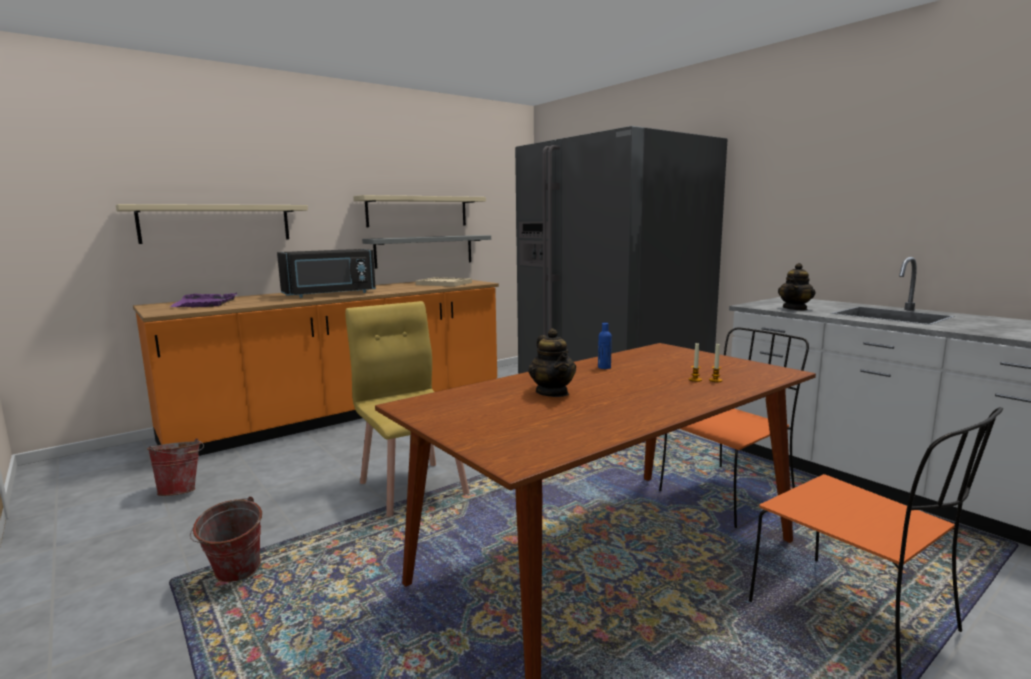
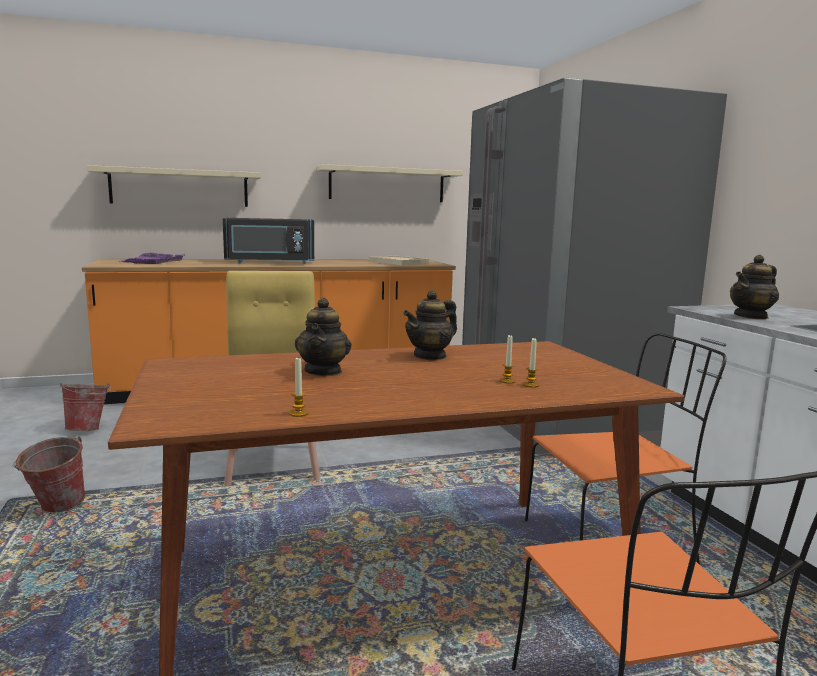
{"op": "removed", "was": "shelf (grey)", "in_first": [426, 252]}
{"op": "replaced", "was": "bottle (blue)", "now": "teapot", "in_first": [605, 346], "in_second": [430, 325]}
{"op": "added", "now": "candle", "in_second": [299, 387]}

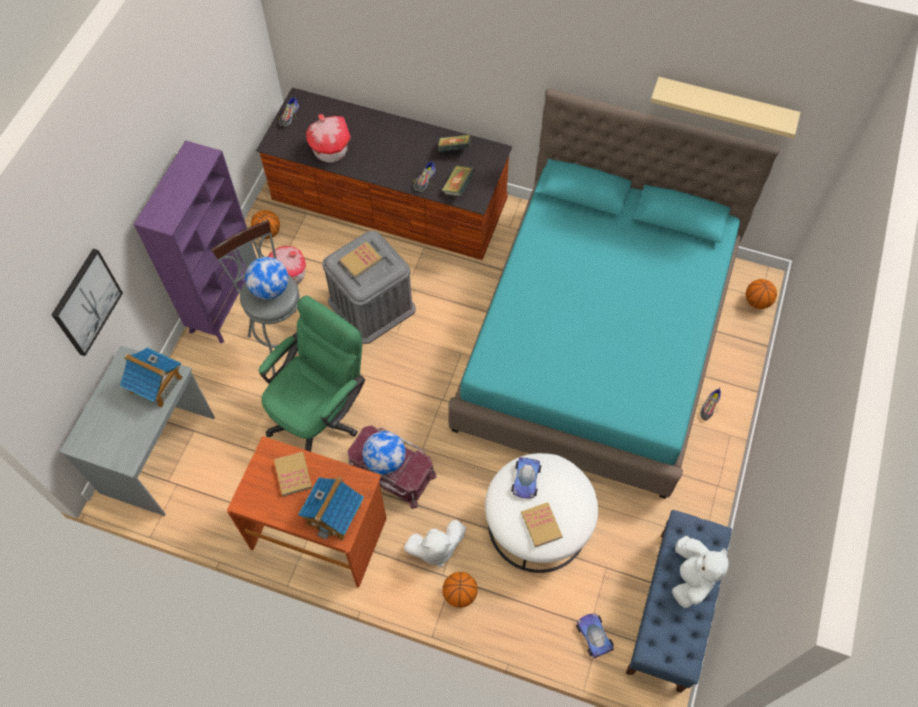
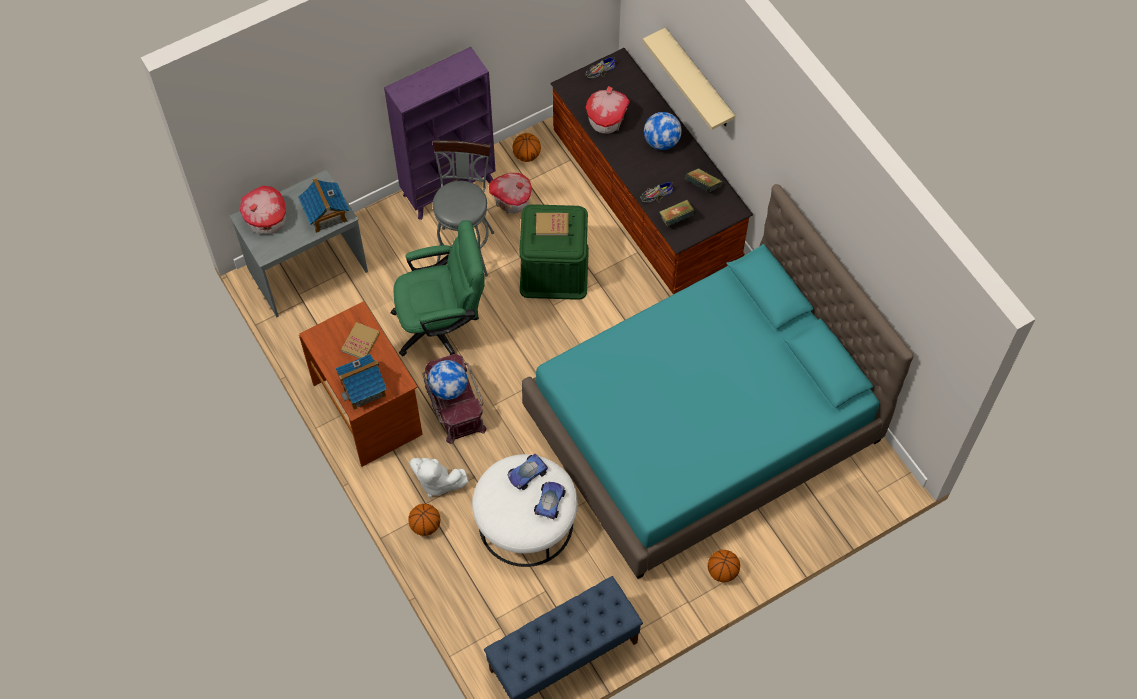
{"op": "moved", "was": "shelf (beige)", "in_first": [725, 107], "in_second": [689, 79]}
{"op": "recoloured", "was": "storage box (grey)", "now": "storage box (green)", "in_first": [369, 287], "in_second": [554, 252]}
{"op": "removed", "was": "picture", "in_first": [87, 302]}
{"op": "moved", "was": "globe", "in_first": [266, 278], "in_second": [663, 131]}
{"op": "moved", "was": "basketball", "in_first": [761, 294], "in_second": [724, 566]}
{"op": "removed", "was": "shoe", "in_first": [709, 404]}
{"op": "removed", "was": "book", "in_first": [542, 524]}
{"op": "removed", "was": "plush toy (white)", "in_first": [700, 572]}
{"op": "moved", "was": "toy car", "in_first": [595, 636], "in_second": [550, 501]}
{"op": "added", "now": "toy house", "in_second": [263, 210]}

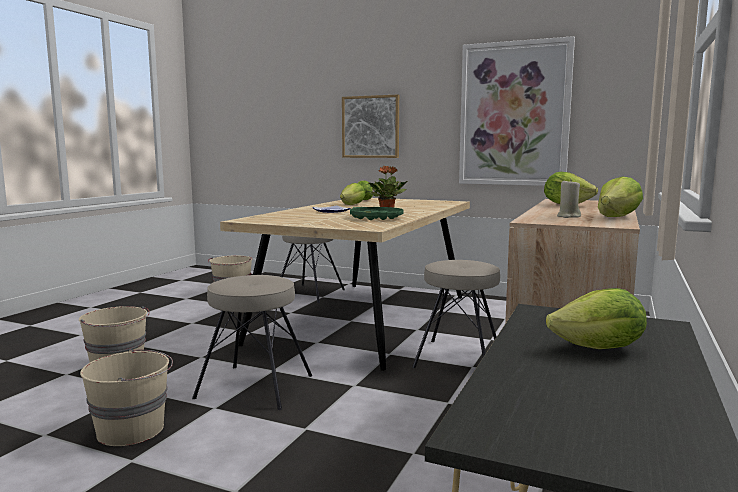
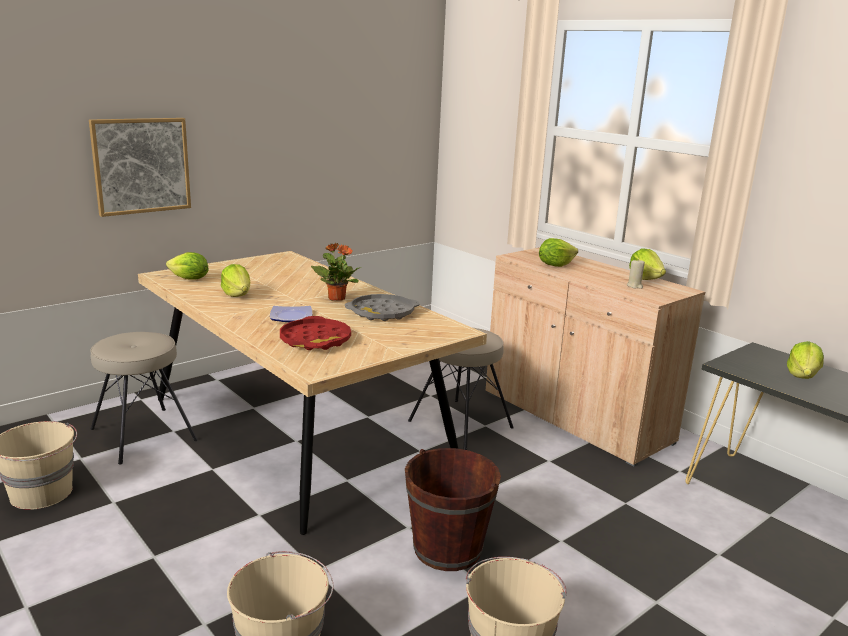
{"op": "removed", "was": "picture", "in_first": [517, 111]}
{"op": "recoloured", "was": "tray (green)", "now": "tray (grey)", "in_first": [377, 213], "in_second": [382, 307]}
{"op": "replaced", "was": "stool (beige)", "now": "bucket (brown)", "in_first": [252, 342], "in_second": [453, 509]}
{"op": "added", "now": "tray (red)", "in_second": [315, 333]}

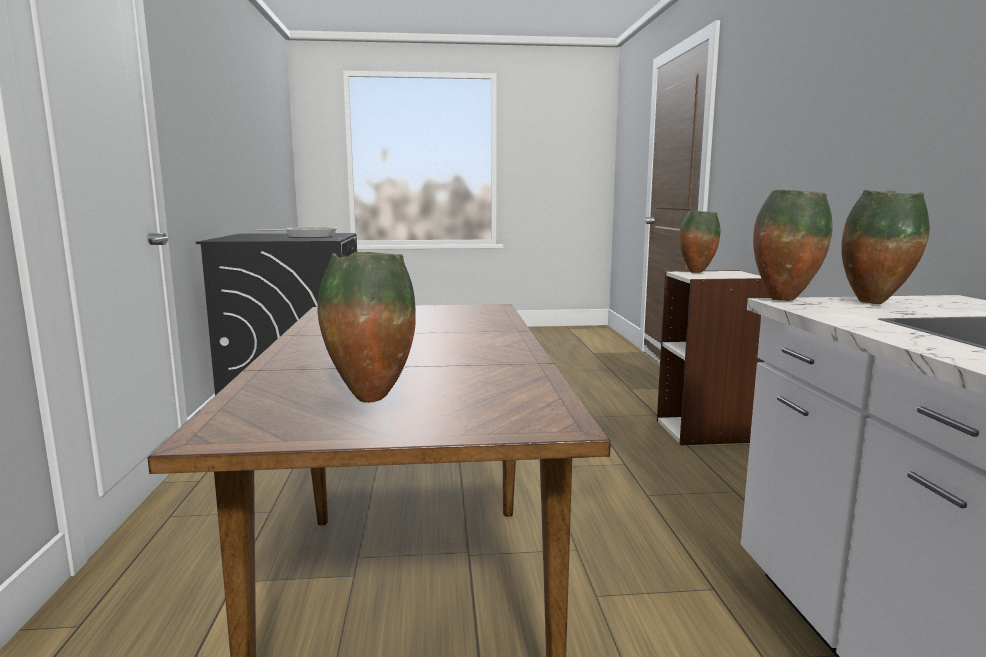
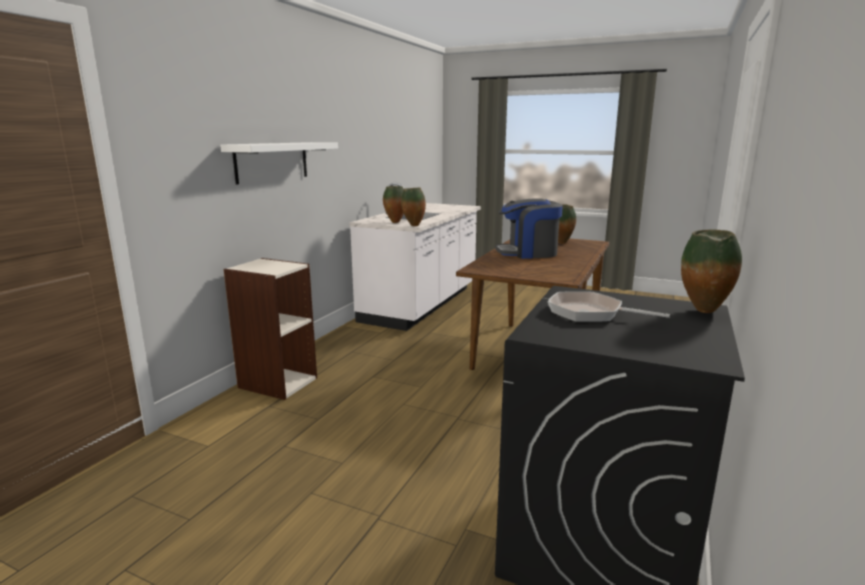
{"op": "moved", "was": "vase", "in_first": [699, 242], "in_second": [711, 271]}
{"op": "added", "now": "shelf (white)", "in_second": [279, 163]}
{"op": "added", "now": "coffee machine", "in_second": [529, 228]}

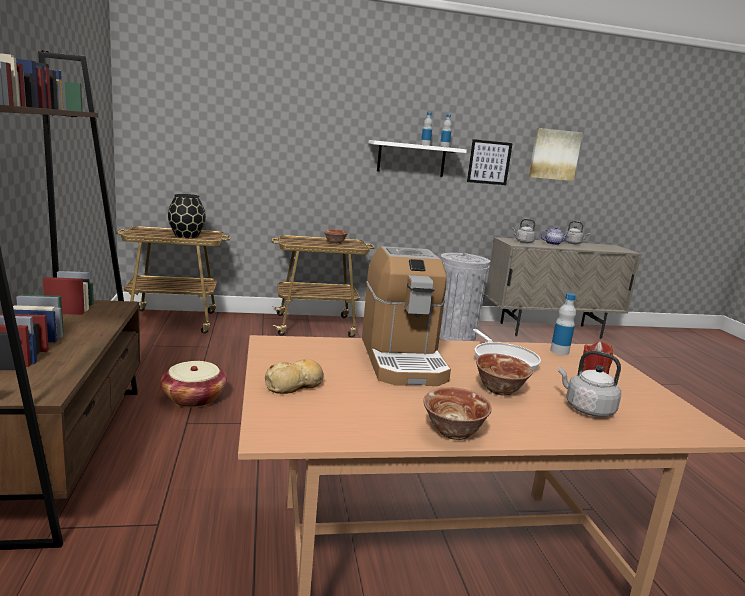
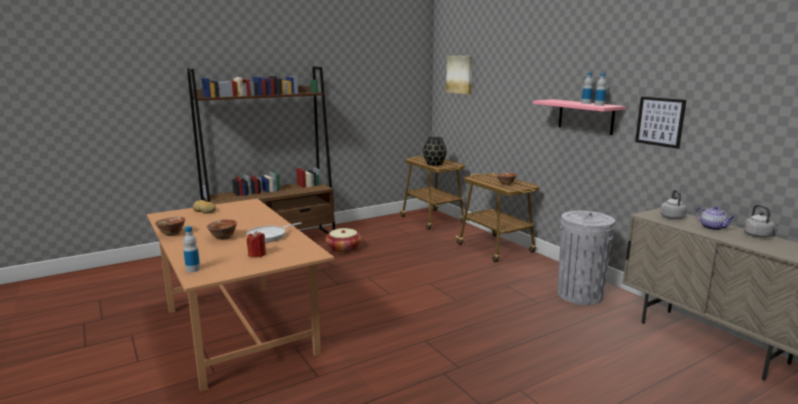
{"op": "moved", "was": "picture", "in_first": [556, 154], "in_second": [459, 74]}
{"op": "recoloured", "was": "shelf (white)", "now": "shelf (pink)", "in_first": [418, 158], "in_second": [579, 117]}
{"op": "removed", "was": "coffee machine", "in_first": [406, 316]}
{"op": "moved", "was": "bottle", "in_first": [563, 324], "in_second": [191, 249]}
{"op": "removed", "was": "kettle (grey)", "in_first": [589, 383]}

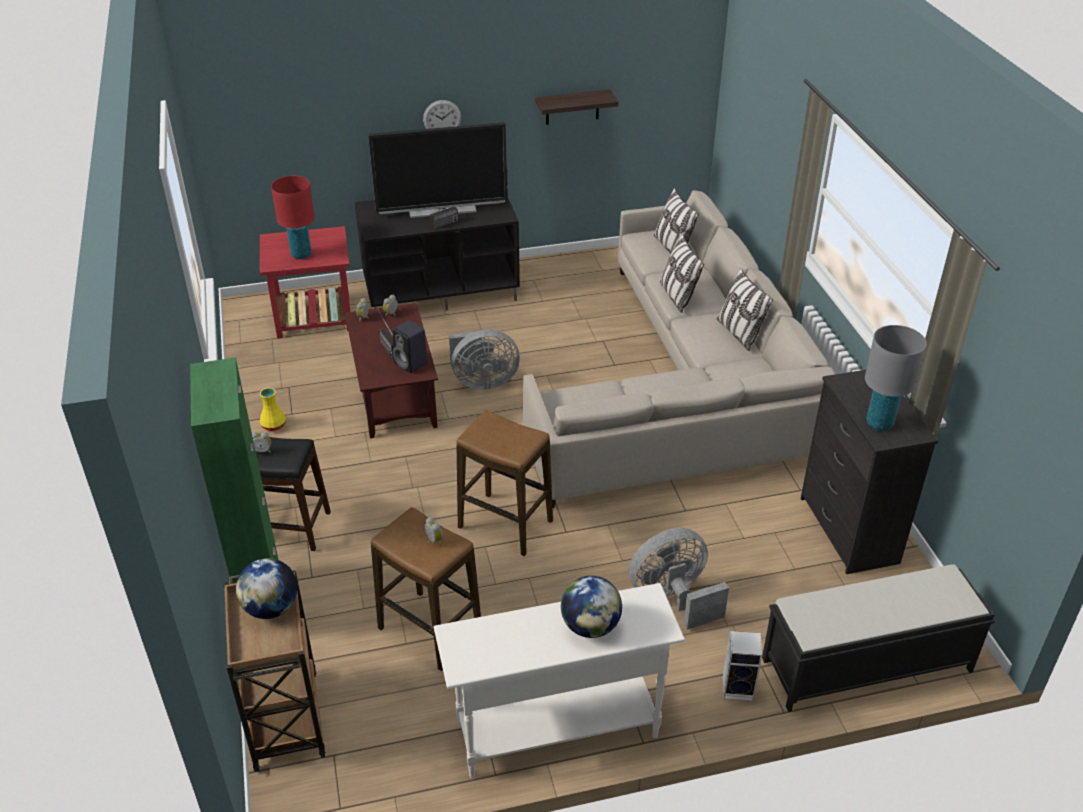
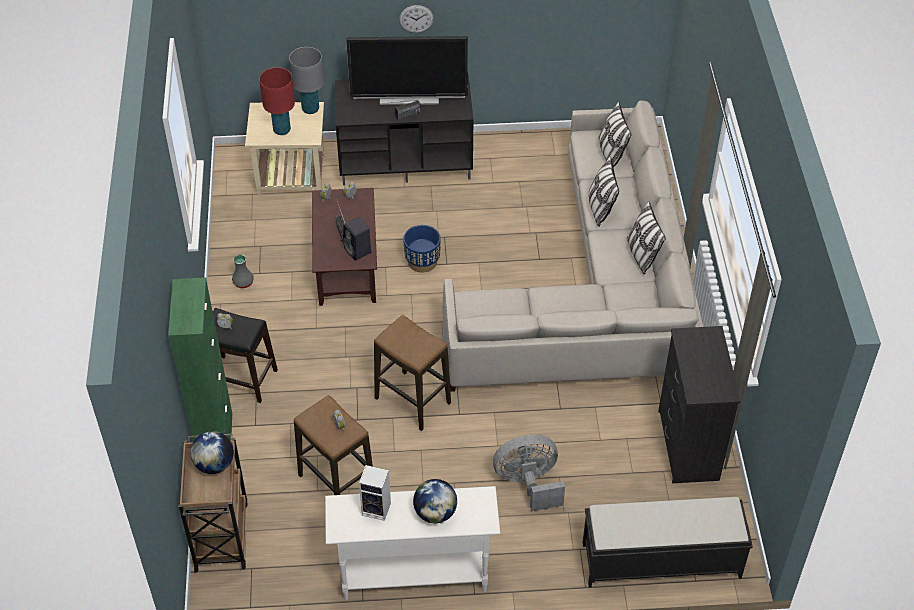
{"op": "removed", "was": "shelf", "in_first": [577, 107]}
{"op": "recoloured", "was": "side table (red)", "now": "side table (beige)", "in_first": [305, 282], "in_second": [284, 148]}
{"op": "moved", "was": "table lamp (grey)", "in_first": [896, 378], "in_second": [306, 80]}
{"op": "replaced", "was": "fan (grey)", "now": "planter (blue)", "in_first": [484, 360], "in_second": [422, 249]}
{"op": "recoloured", "was": "vase (yellow)", "now": "vase (grey)", "in_first": [273, 409], "in_second": [243, 271]}
{"op": "moved", "was": "speaker", "in_first": [742, 666], "in_second": [375, 493]}

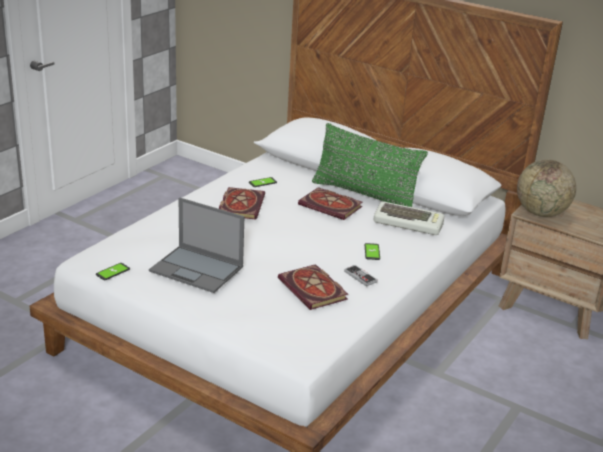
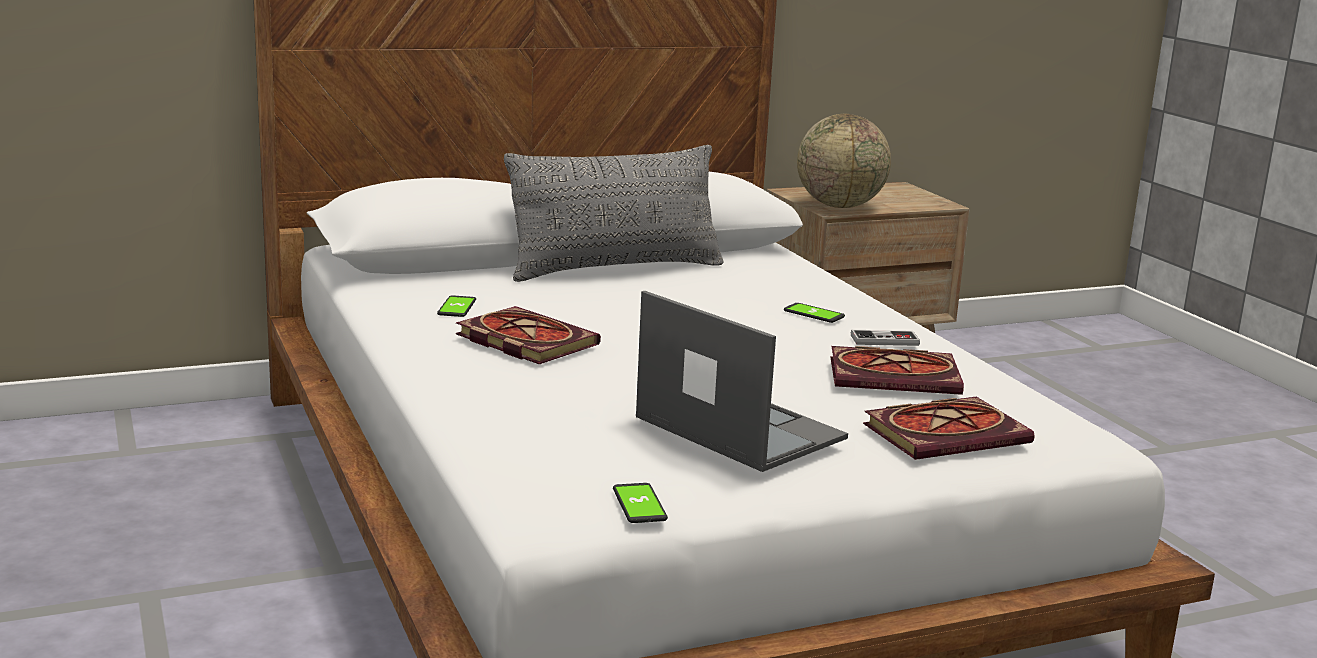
{"op": "recoloured", "was": "pillow (green)", "now": "pillow (grey)", "in_first": [370, 165], "in_second": [614, 213]}
{"op": "moved", "was": "book", "in_first": [330, 203], "in_second": [949, 428]}
{"op": "turned", "was": "laptop", "in_first": [196, 245], "in_second": [742, 381], "clockwise": -105}
{"op": "removed", "was": "keyboard", "in_first": [409, 218]}

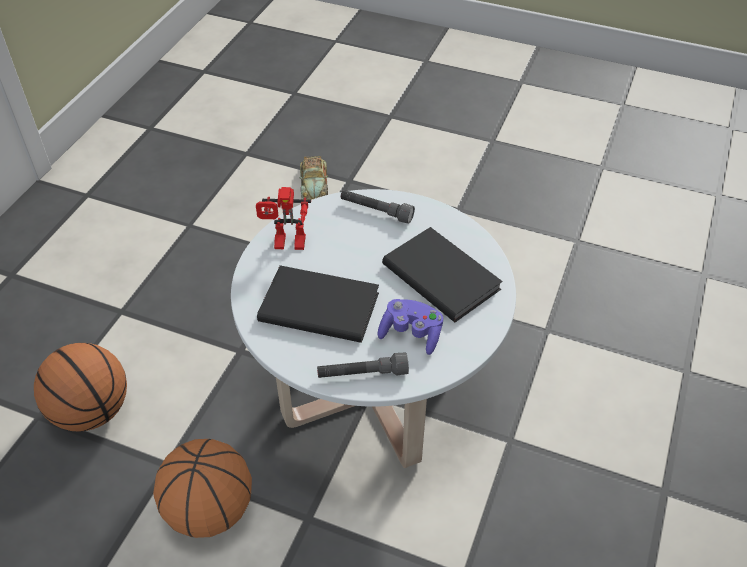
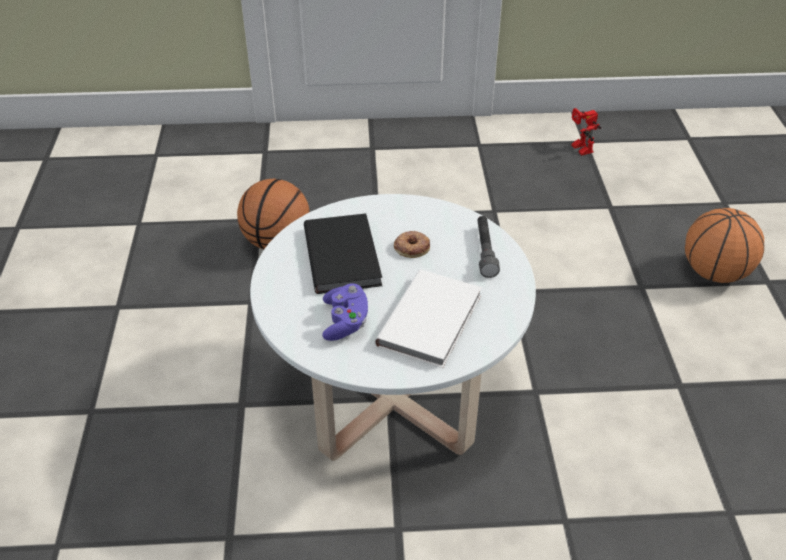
{"op": "removed", "was": "toy car", "in_first": [313, 178]}
{"op": "moved", "was": "toy robot", "in_first": [283, 218], "in_second": [586, 131]}
{"op": "recoloured", "was": "book (black)", "now": "book (white)", "in_first": [442, 274], "in_second": [428, 318]}
{"op": "removed", "was": "flashlight (grey)", "in_first": [363, 365]}
{"op": "moved", "was": "basketball", "in_first": [202, 488], "in_second": [724, 245]}
{"op": "added", "now": "donut", "in_second": [412, 244]}

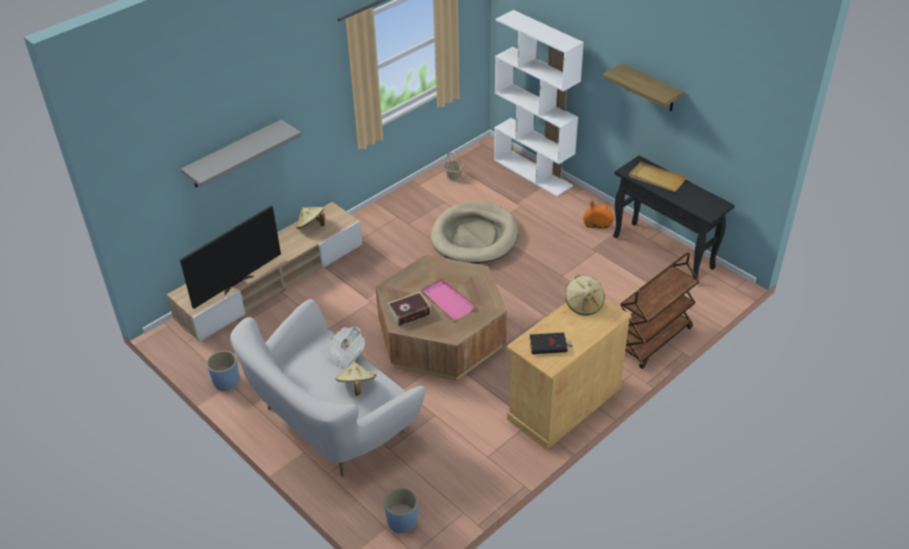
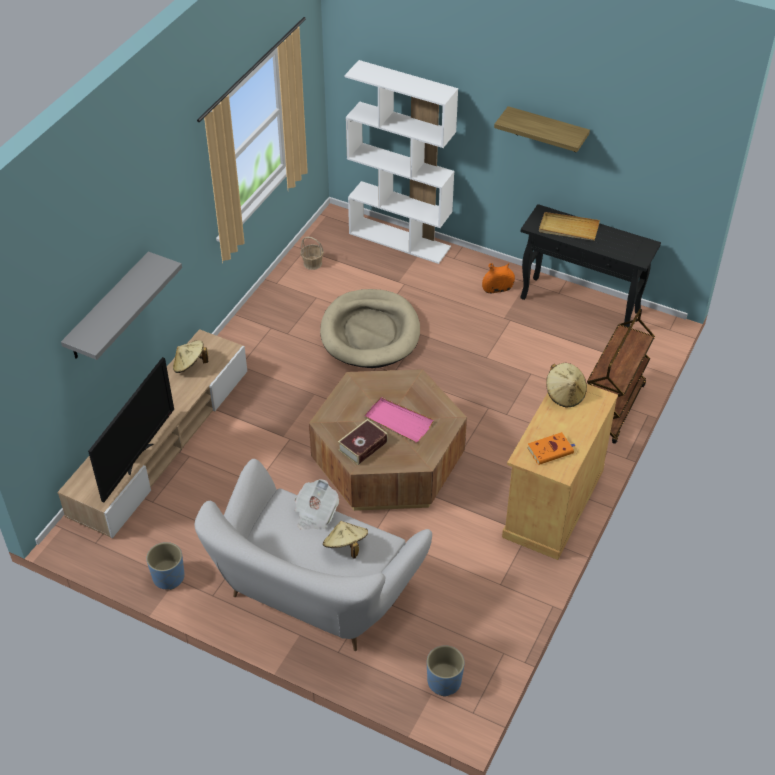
{"op": "recoloured", "was": "book (black)", "now": "book (orange)", "in_first": [551, 343], "in_second": [551, 448]}

